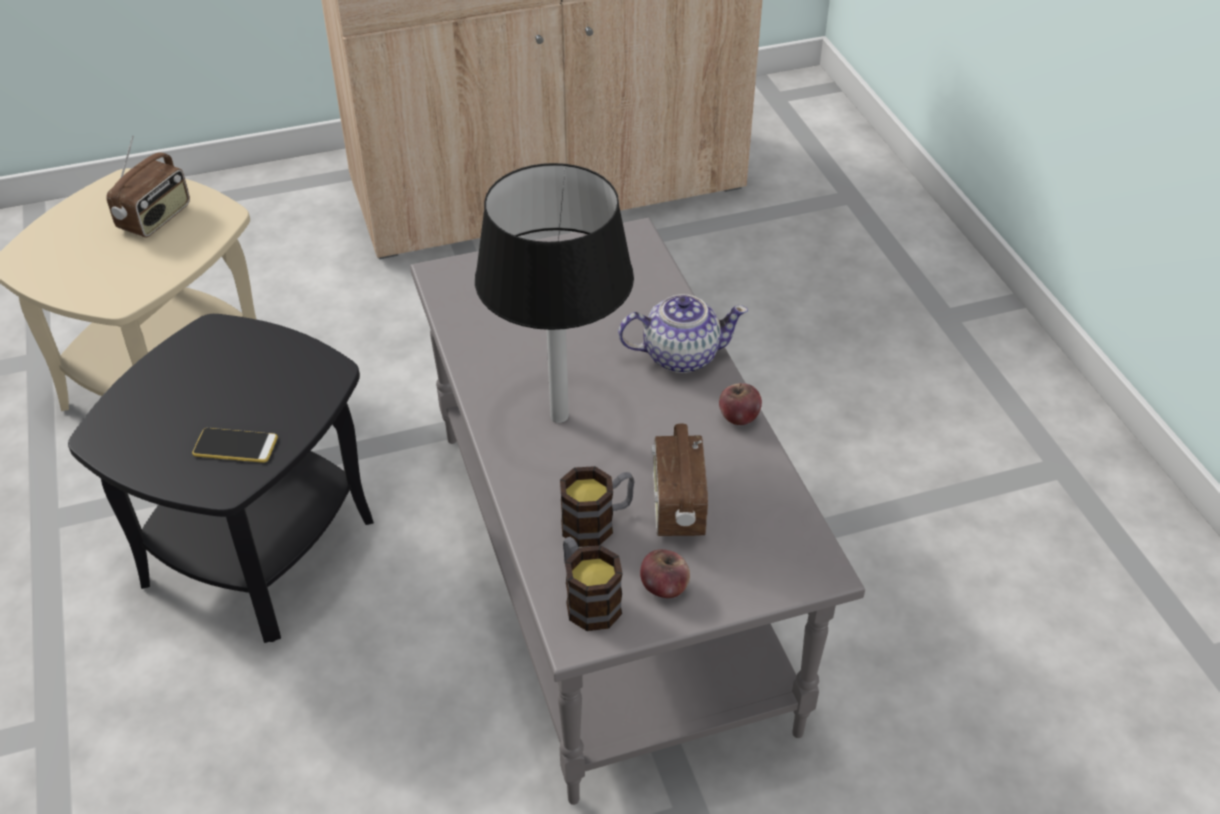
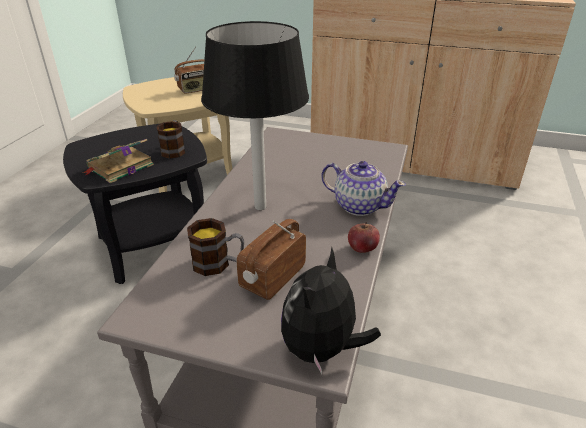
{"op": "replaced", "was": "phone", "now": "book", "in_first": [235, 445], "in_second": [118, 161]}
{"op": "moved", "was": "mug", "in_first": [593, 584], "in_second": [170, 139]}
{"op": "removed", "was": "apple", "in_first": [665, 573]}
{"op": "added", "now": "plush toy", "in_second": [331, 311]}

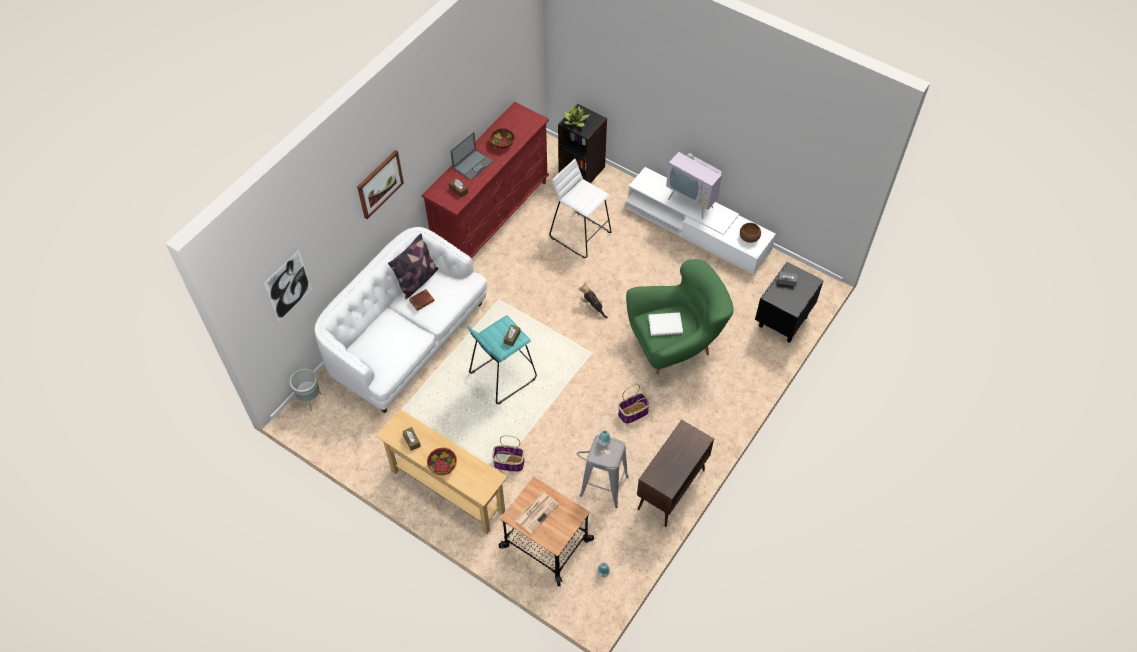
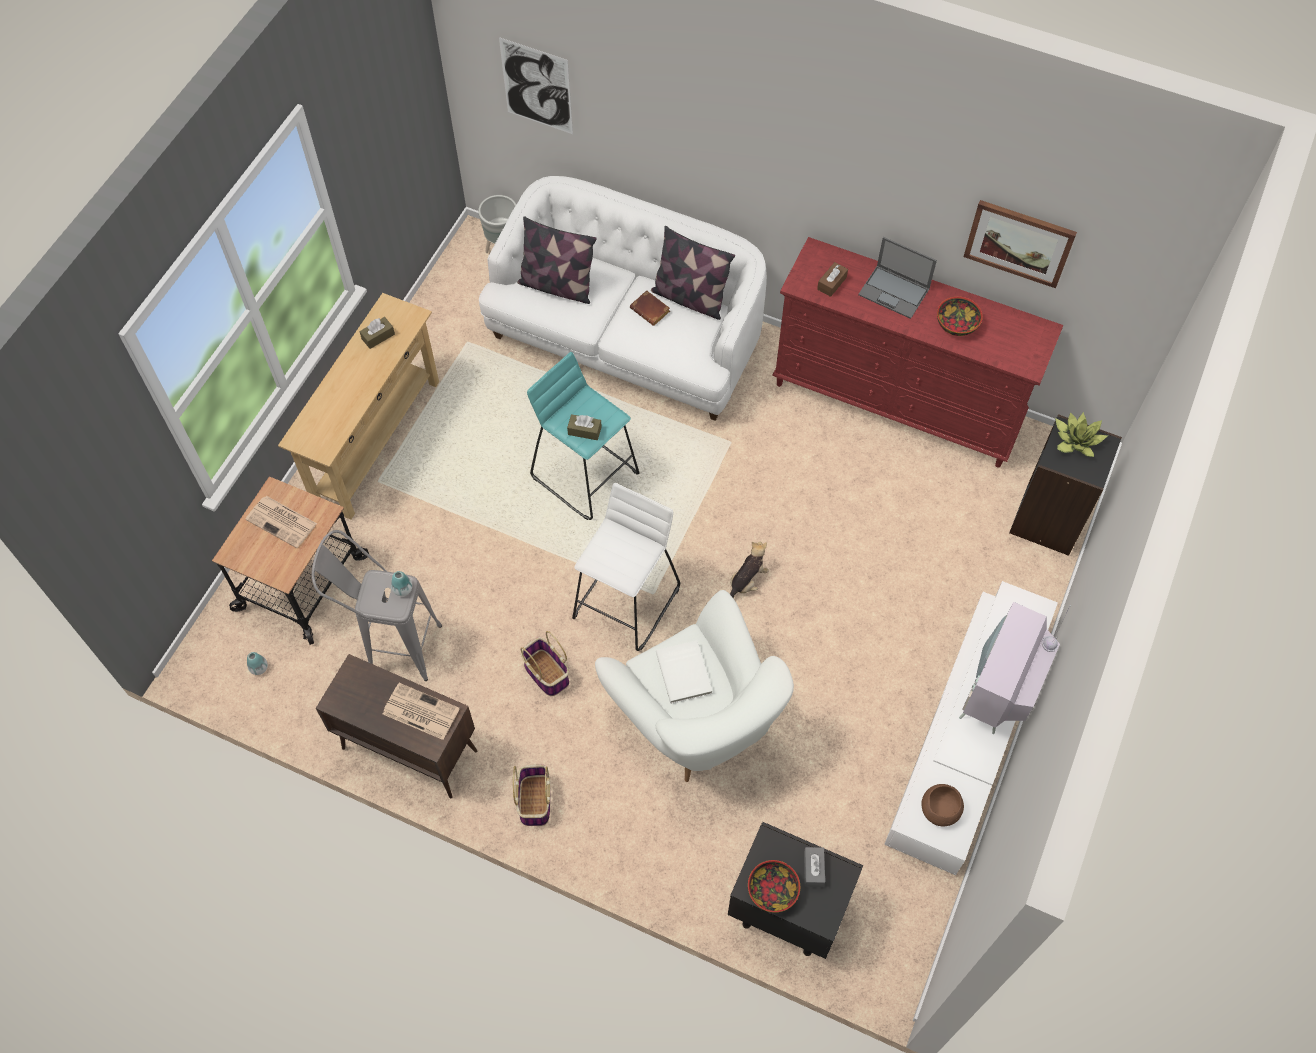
{"op": "moved", "was": "picture", "in_first": [380, 184], "in_second": [1020, 244]}
{"op": "moved", "was": "stool (white)", "in_first": [580, 208], "in_second": [626, 567]}
{"op": "recoloured", "was": "armchair (green)", "now": "armchair (white)", "in_first": [680, 316], "in_second": [694, 686]}
{"op": "moved", "was": "basket", "in_first": [508, 453], "in_second": [531, 795]}
{"op": "moved", "was": "bowl", "in_first": [442, 461], "in_second": [774, 886]}
{"op": "added", "now": "pillow", "in_second": [557, 260]}
{"op": "added", "now": "newspaper", "in_second": [421, 711]}

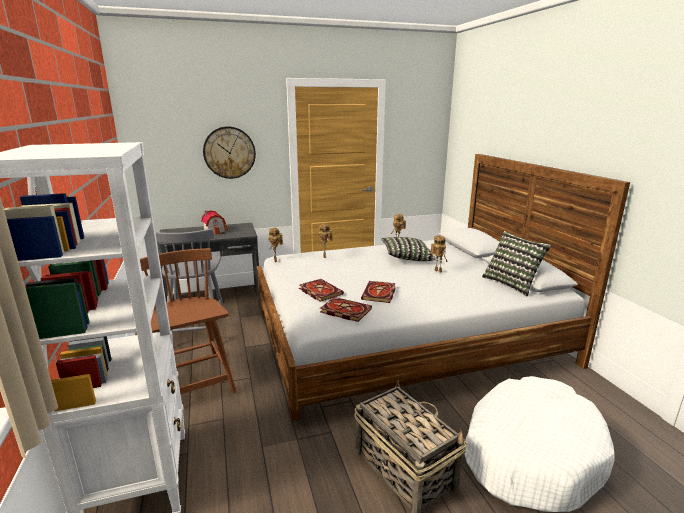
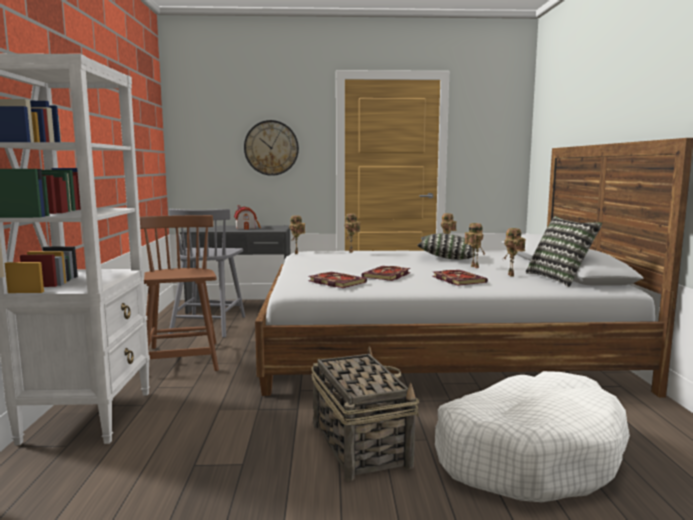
{"op": "moved", "was": "book", "in_first": [321, 290], "in_second": [460, 278]}
{"op": "added", "now": "toy robot", "in_second": [514, 252]}

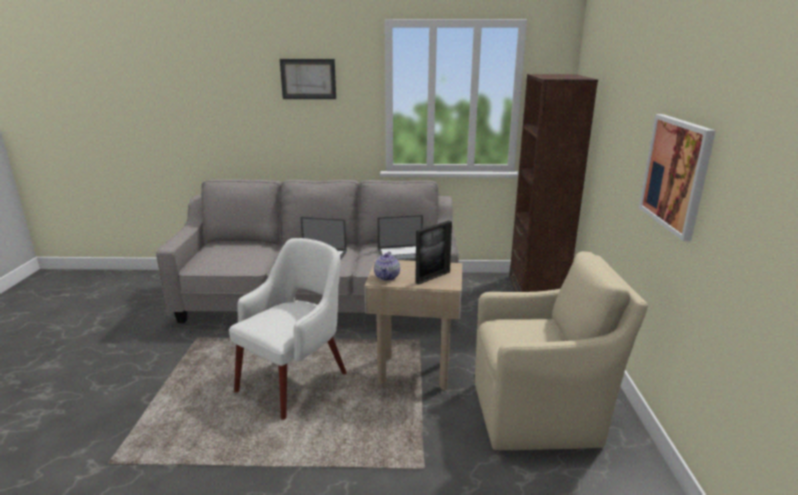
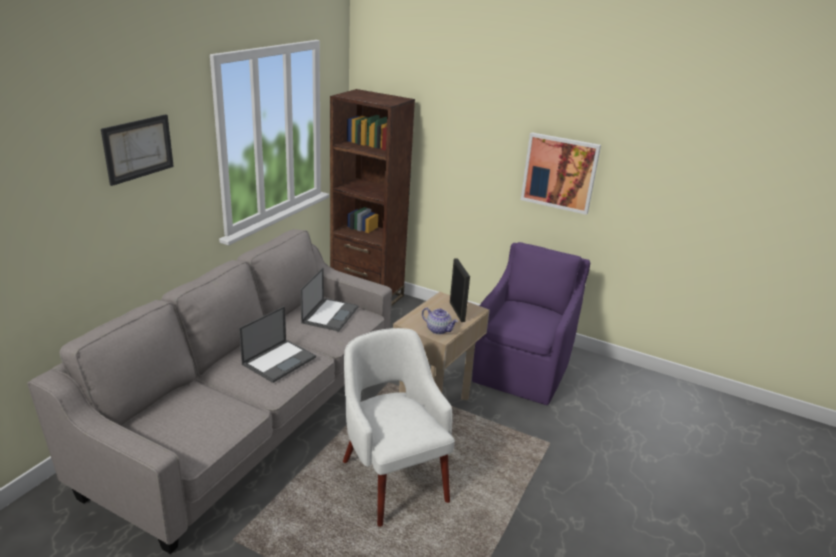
{"op": "recoloured", "was": "armchair (beige)", "now": "armchair (purple)", "in_first": [561, 350], "in_second": [531, 323]}

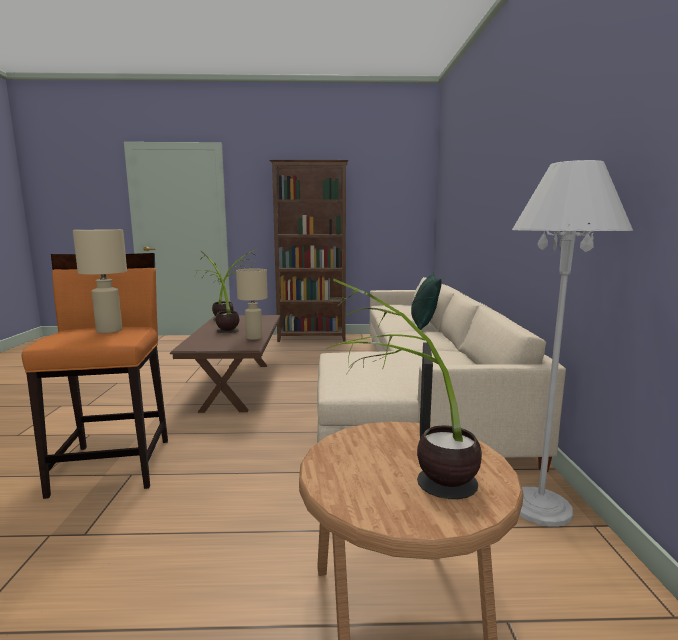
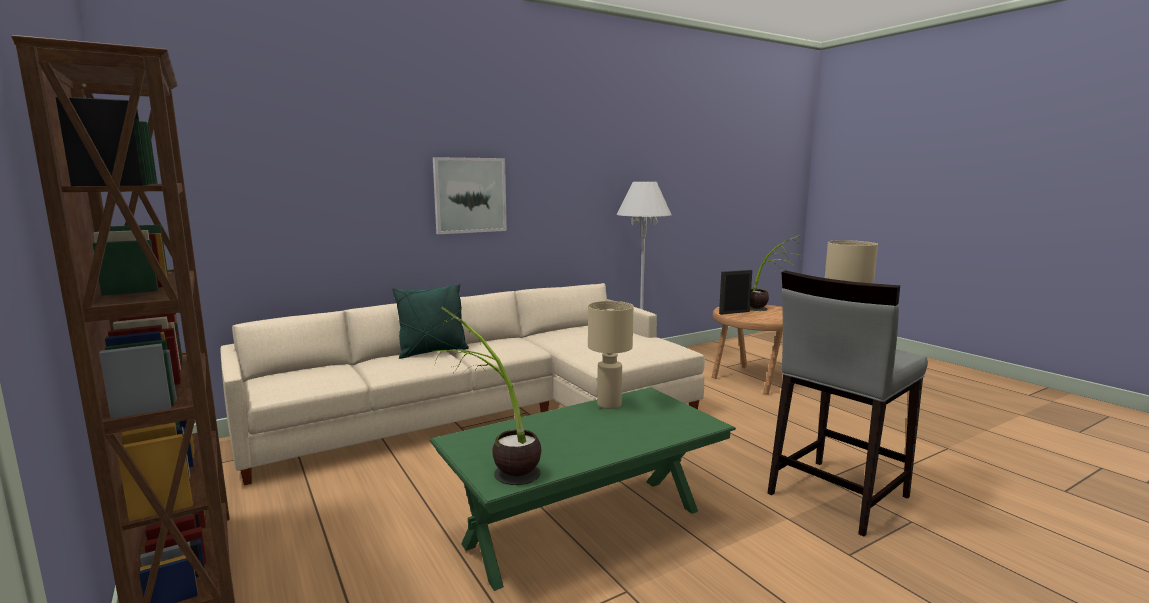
{"op": "removed", "was": "potted plant", "in_first": [217, 292]}
{"op": "recoloured", "was": "stool (orange)", "now": "stool (grey)", "in_first": [95, 376], "in_second": [848, 403]}
{"op": "recoloured", "was": "coffee table (brown)", "now": "coffee table (green)", "in_first": [225, 364], "in_second": [583, 489]}
{"op": "added", "now": "picture", "in_second": [470, 195]}

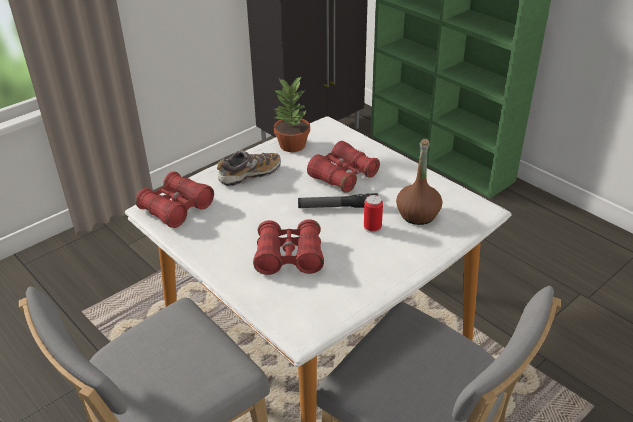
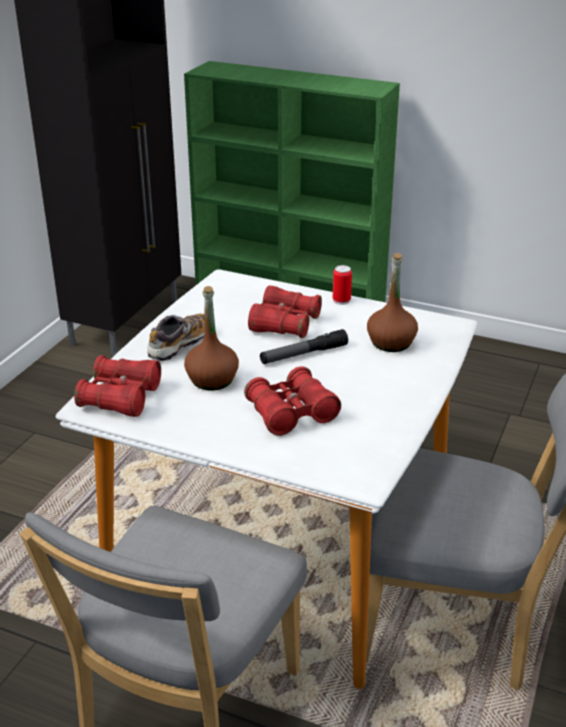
{"op": "removed", "was": "potted plant", "in_first": [292, 114]}
{"op": "moved", "was": "can", "in_first": [373, 214], "in_second": [342, 285]}
{"op": "added", "now": "bottle (brown)", "in_second": [211, 338]}

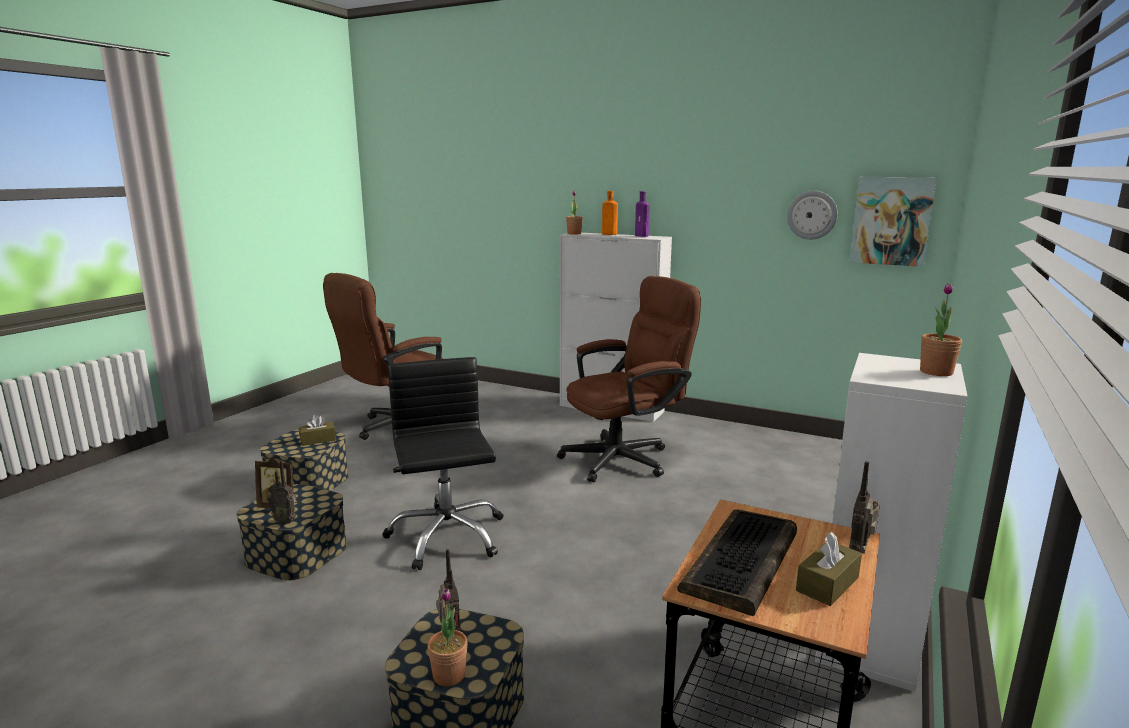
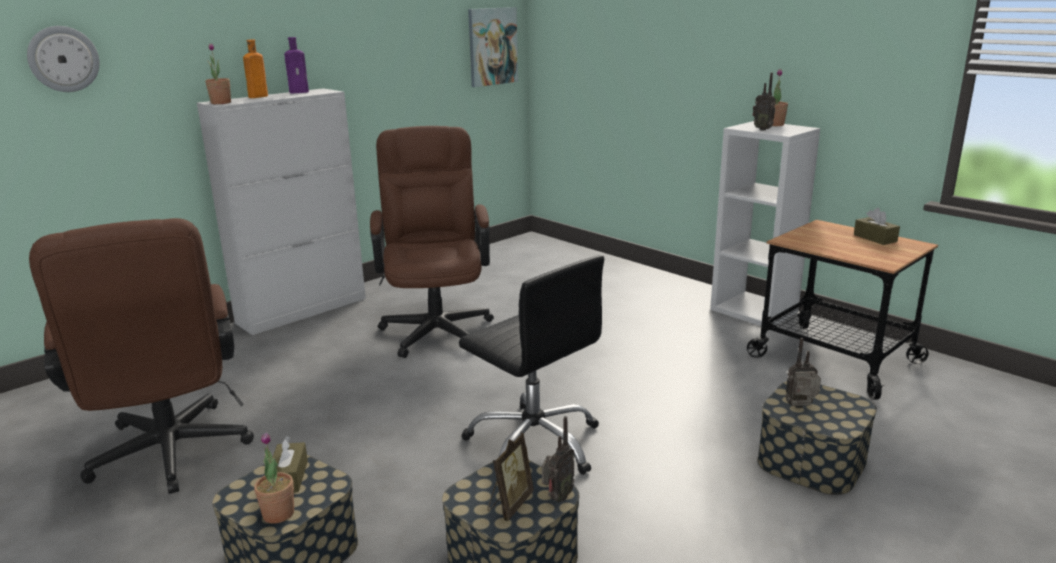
{"op": "moved", "was": "wall clock", "in_first": [812, 215], "in_second": [63, 59]}
{"op": "turned", "was": "office chair (black)", "in_first": [442, 463], "in_second": [531, 365], "clockwise": -135}
{"op": "moved", "was": "radio", "in_first": [864, 507], "in_second": [764, 101]}
{"op": "removed", "was": "keyboard", "in_first": [737, 563]}
{"op": "moved", "was": "potted plant", "in_first": [447, 637], "in_second": [274, 477]}

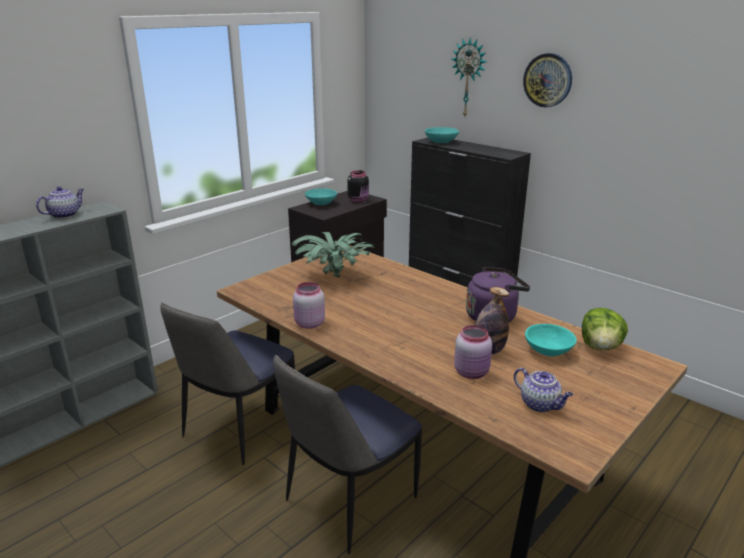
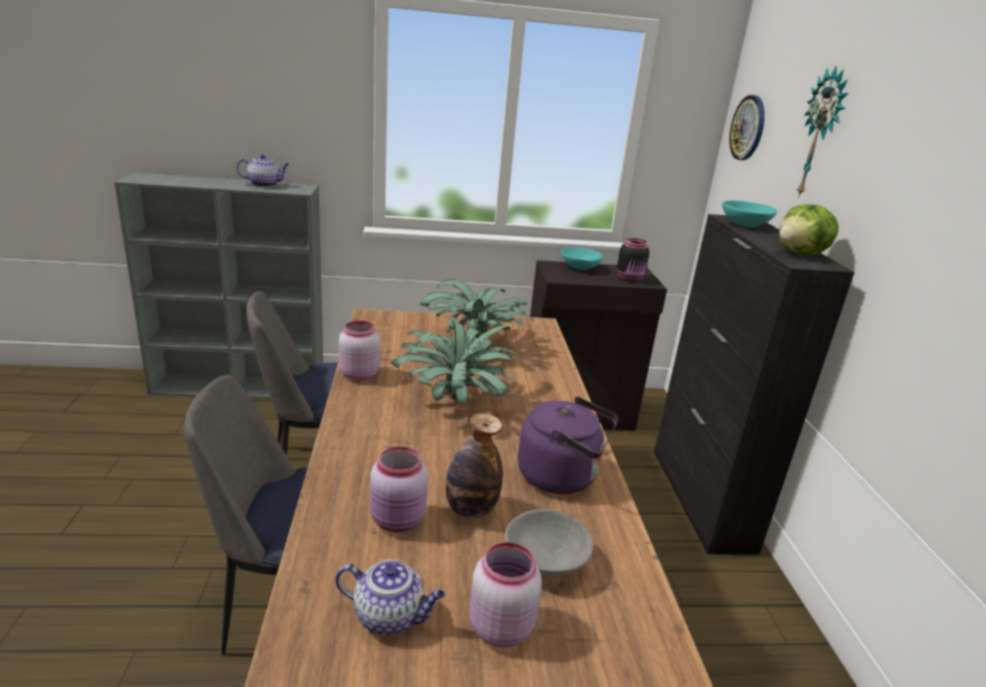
{"op": "moved", "was": "wall clock", "in_first": [547, 80], "in_second": [747, 127]}
{"op": "moved", "was": "lettuce", "in_first": [605, 329], "in_second": [809, 229]}
{"op": "recoloured", "was": "bowl (turquoise)", "now": "bowl (grey)", "in_first": [551, 340], "in_second": [549, 543]}
{"op": "turned", "was": "teapot", "in_first": [543, 390], "in_second": [390, 597], "clockwise": -75}
{"op": "added", "now": "potted plant", "in_second": [458, 361]}
{"op": "added", "now": "jar (pink)", "in_second": [505, 595]}

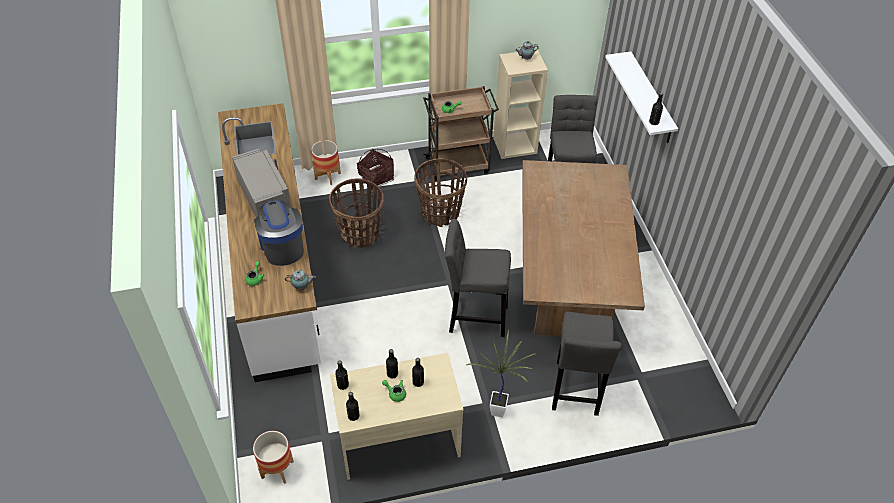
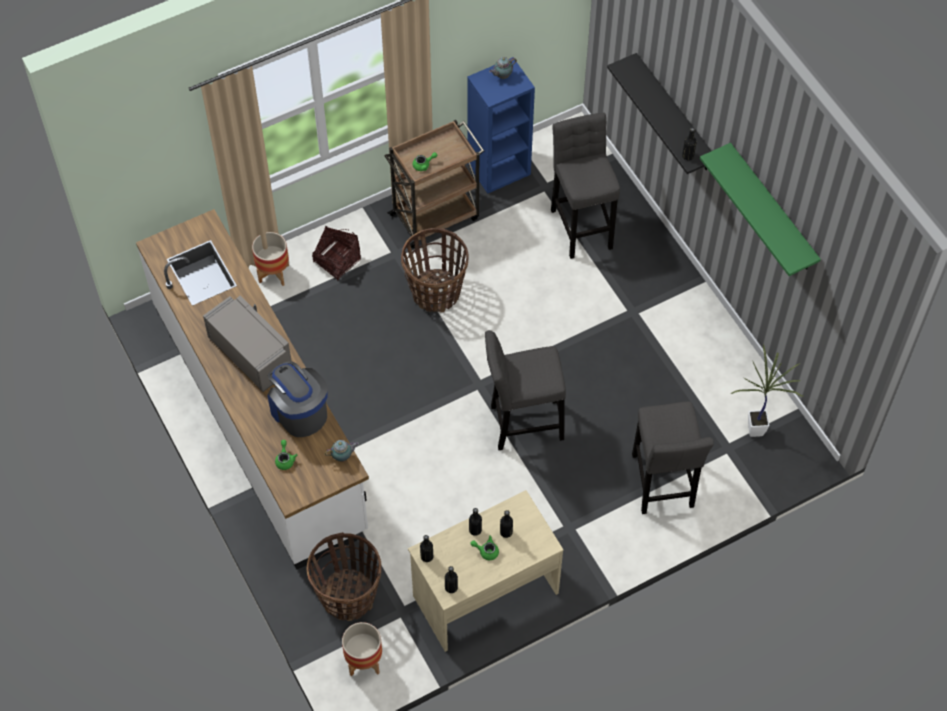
{"op": "recoloured", "was": "bookcase (beige)", "now": "bookcase (blue)", "in_first": [520, 104], "in_second": [501, 125]}
{"op": "recoloured", "was": "shelf (white)", "now": "shelf (black)", "in_first": [641, 97], "in_second": [659, 113]}
{"op": "removed", "was": "dining table (brown)", "in_first": [583, 248]}
{"op": "moved", "was": "basket", "in_first": [356, 213], "in_second": [344, 576]}
{"op": "moved", "was": "potted plant", "in_first": [502, 373], "in_second": [767, 390]}
{"op": "added", "now": "shelf (green)", "in_second": [760, 209]}

